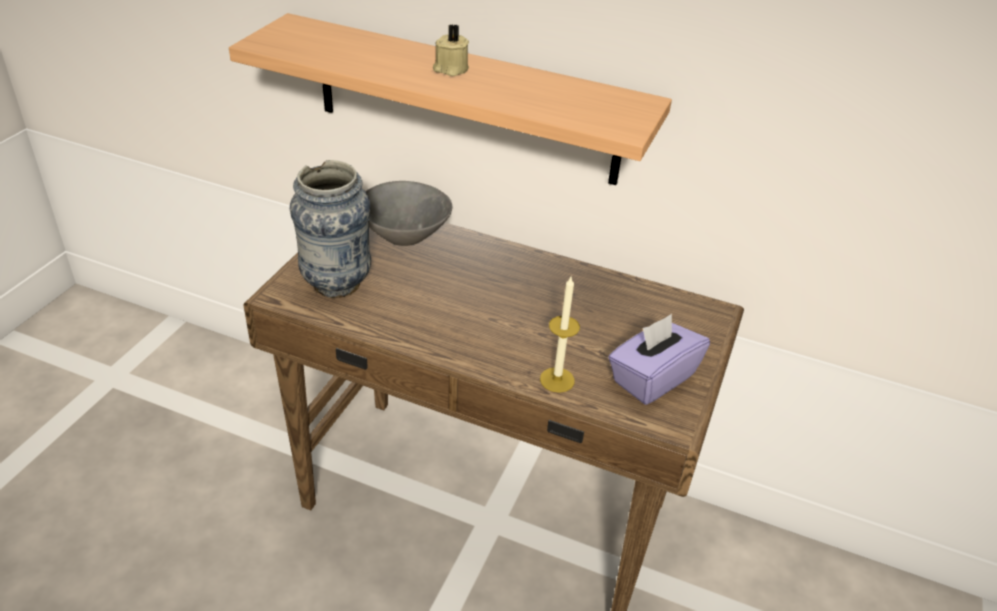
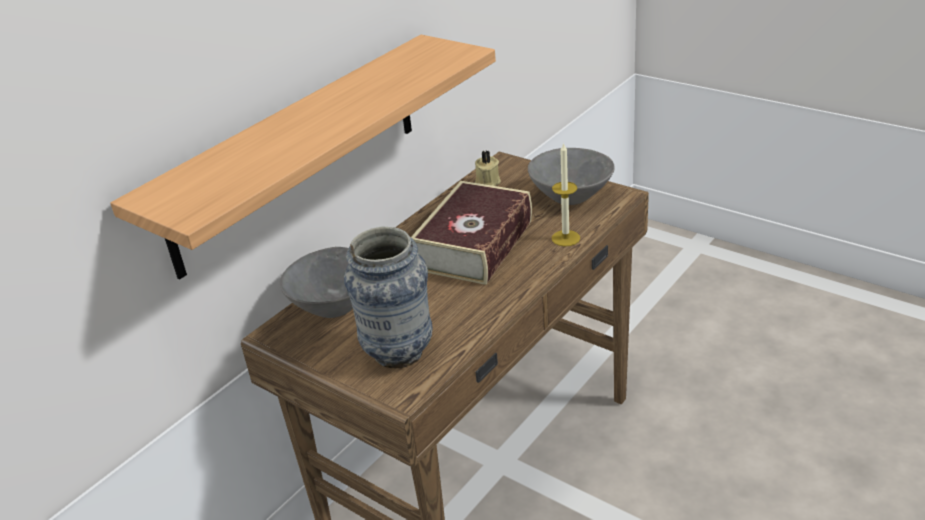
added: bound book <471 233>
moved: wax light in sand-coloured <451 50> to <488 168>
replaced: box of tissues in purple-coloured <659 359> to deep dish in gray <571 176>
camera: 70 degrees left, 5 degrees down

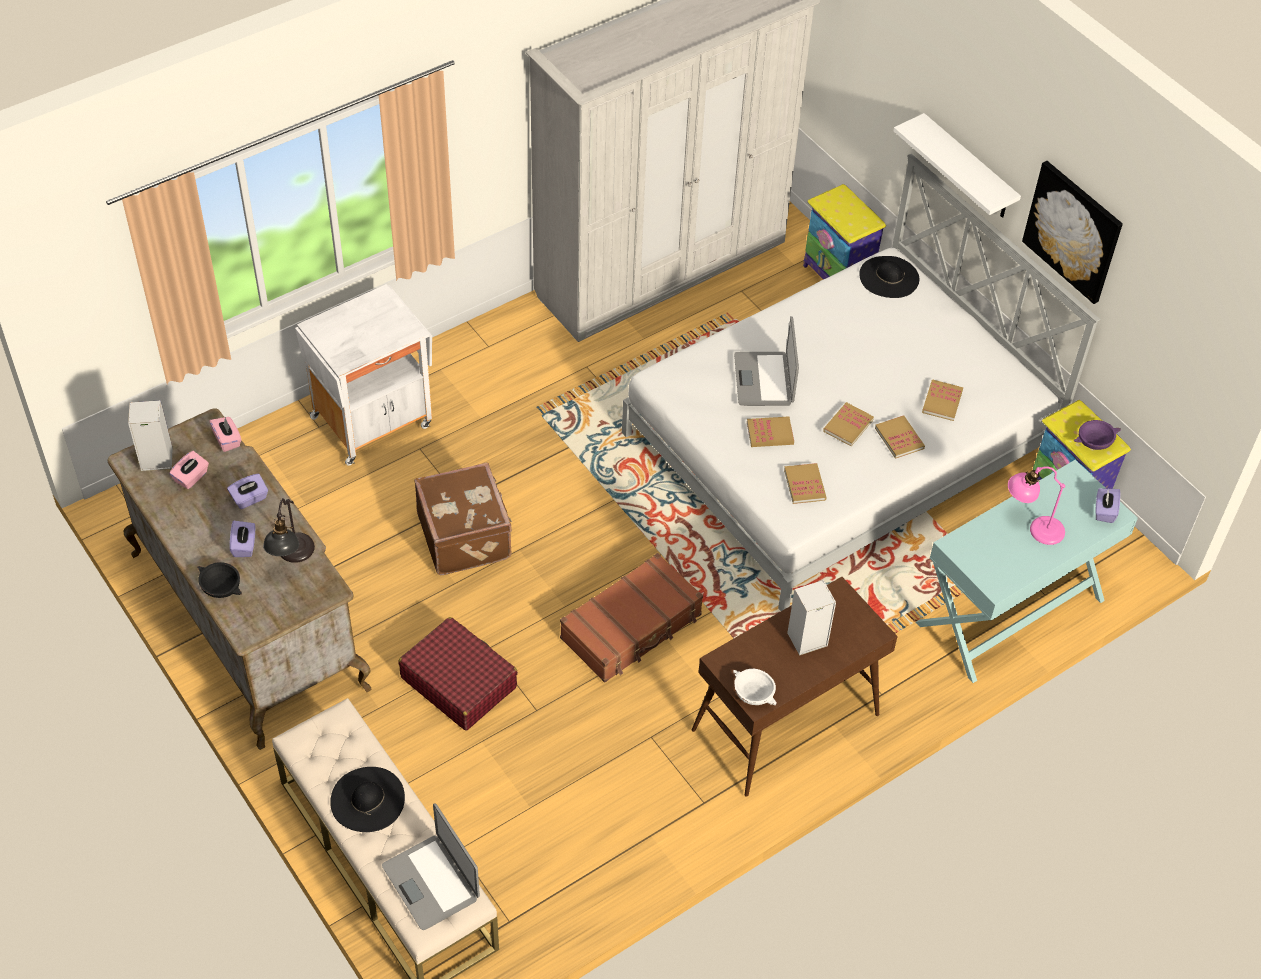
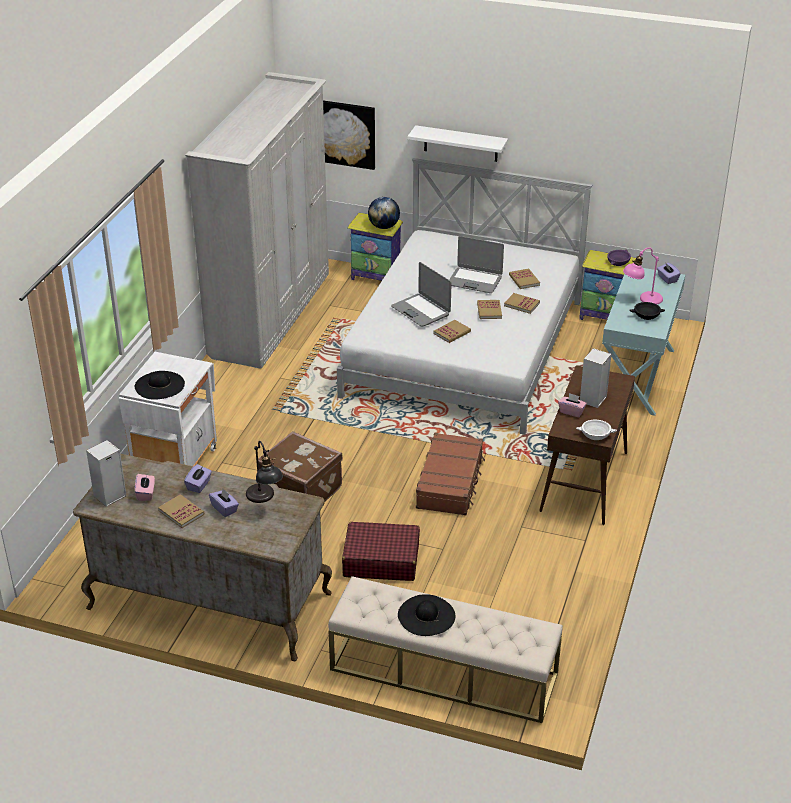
added: world globe <384 213>
moved: wearable hat in black <889 277> to <159 385>; bound book <805 483> to <181 511>; wall picture <1072 232> to <349 135>; notebook computer <431 866> to <476 264>; box of tissues in pink <225 434> to <572 405>; deep dish in black <219 580> to <647 311>
camera: 35 degrees left, 15 degrees down

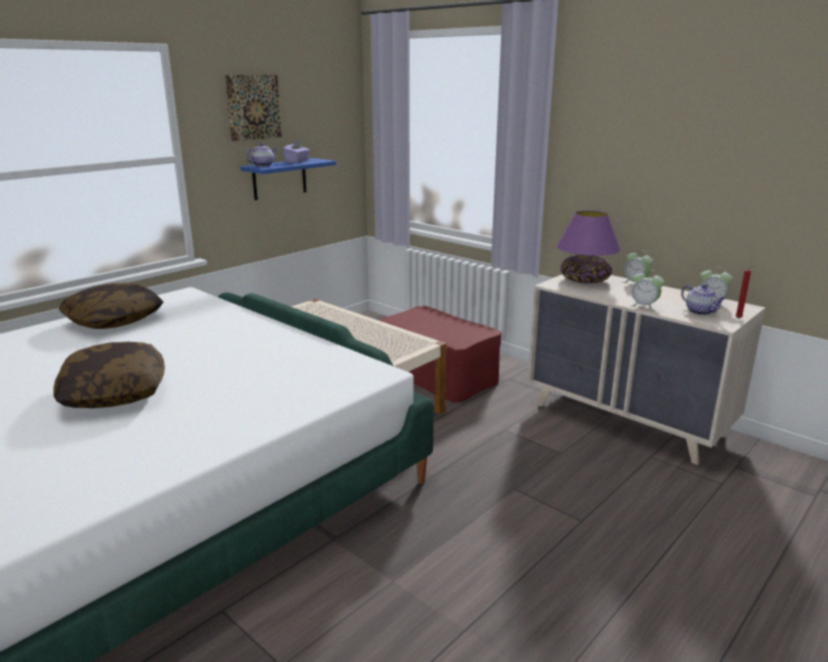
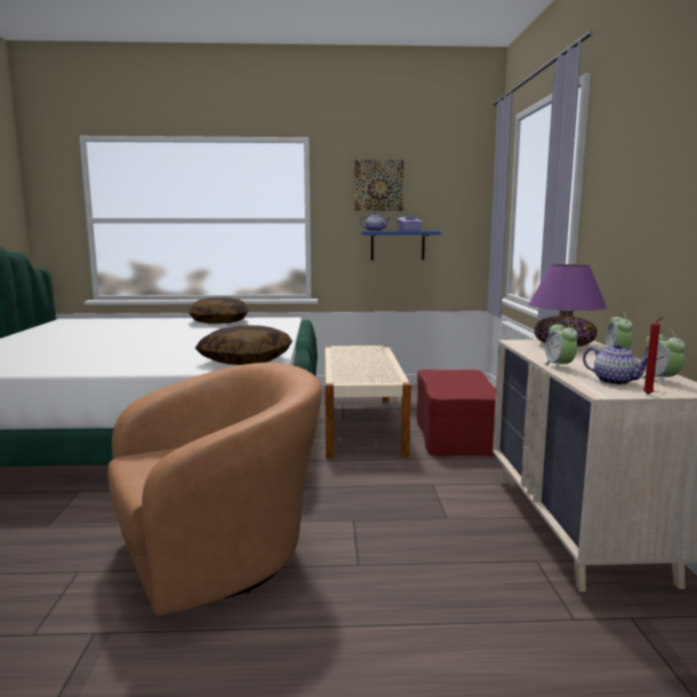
added: lounge chair in brown-coloured <215 489>
moved: pillow <109 375> to <244 345>
turned: pot for tea <703 299> = <615 364> 60 degrees counterclockwise
camera: 45 degrees right, 10 degrees down

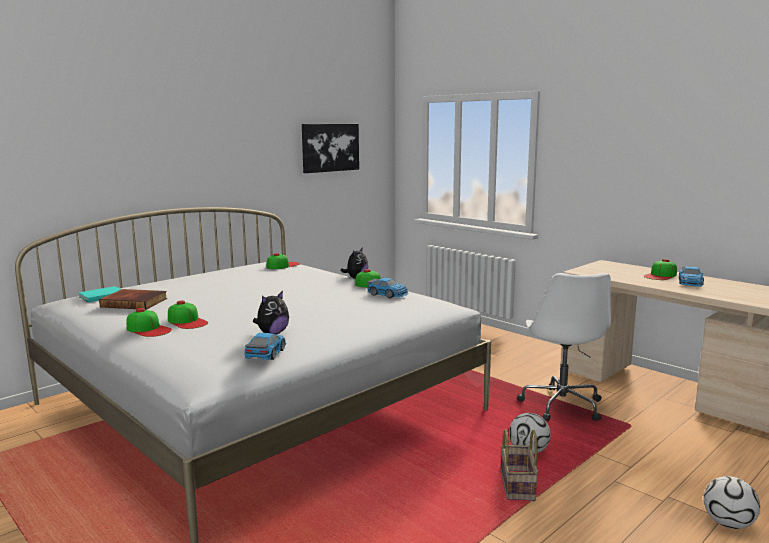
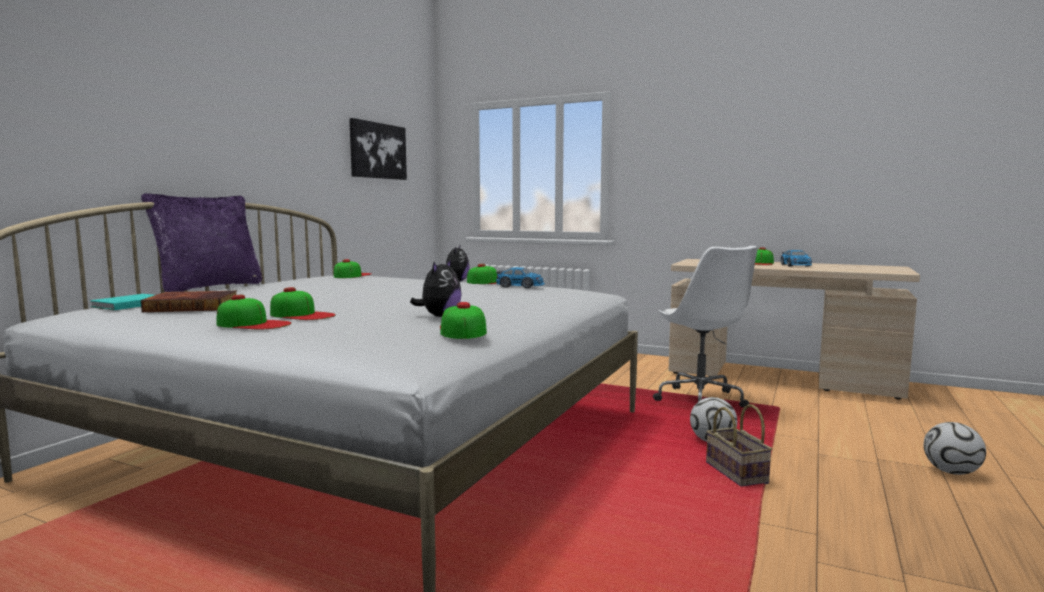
added: pillow in purple-coloured <201 242>
replaced: miniature car <265 346> to baseball cap <463 320>
camera: 20 degrees left, 5 degrees down

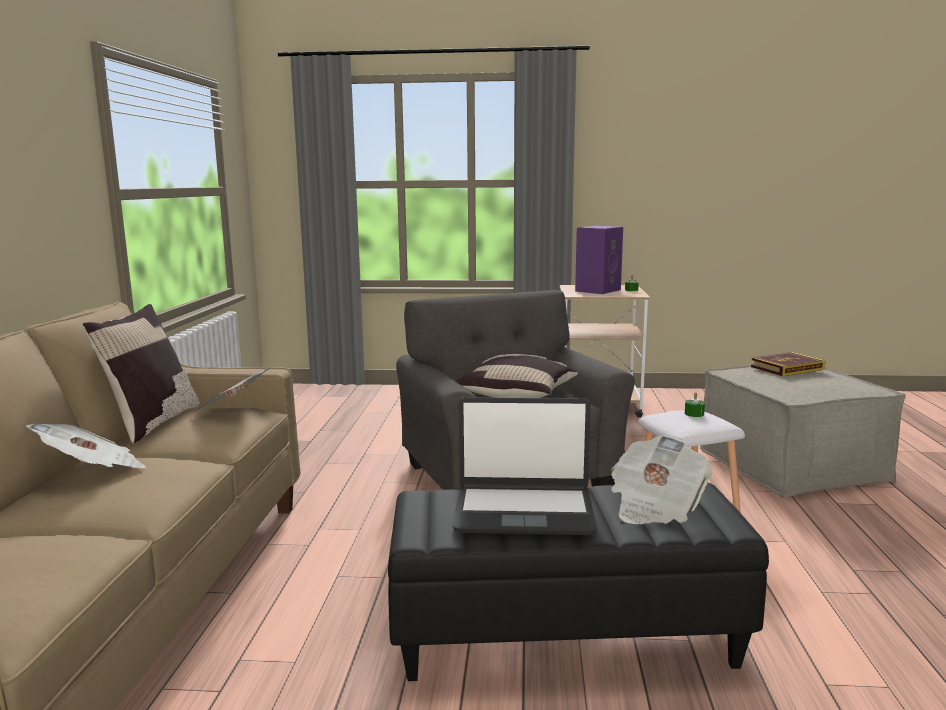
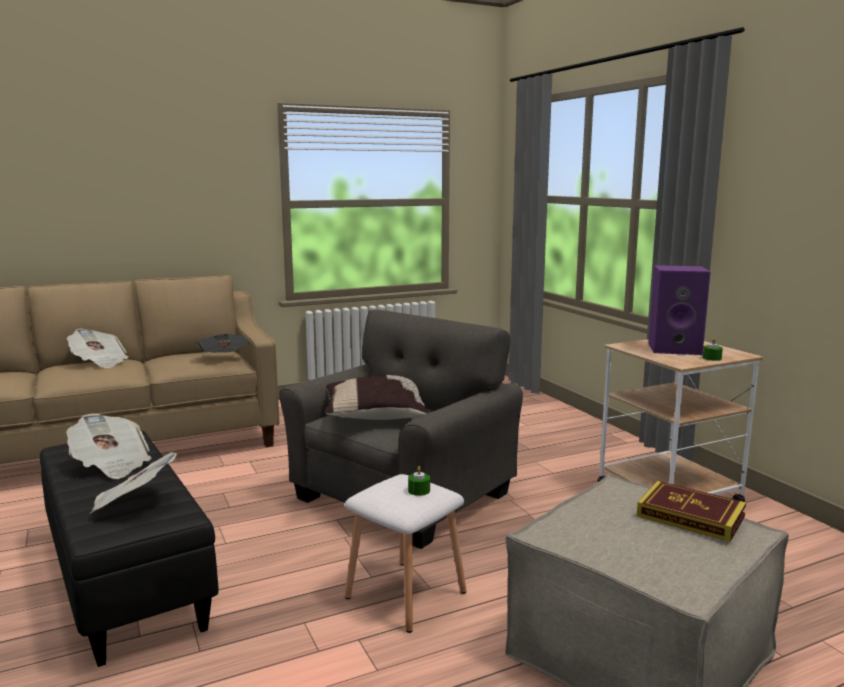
removed: pillow <140 373>
replaced: notebook computer <524 466> to newspaper <108 446>
camera: 60 degrees right, 0 degrees up

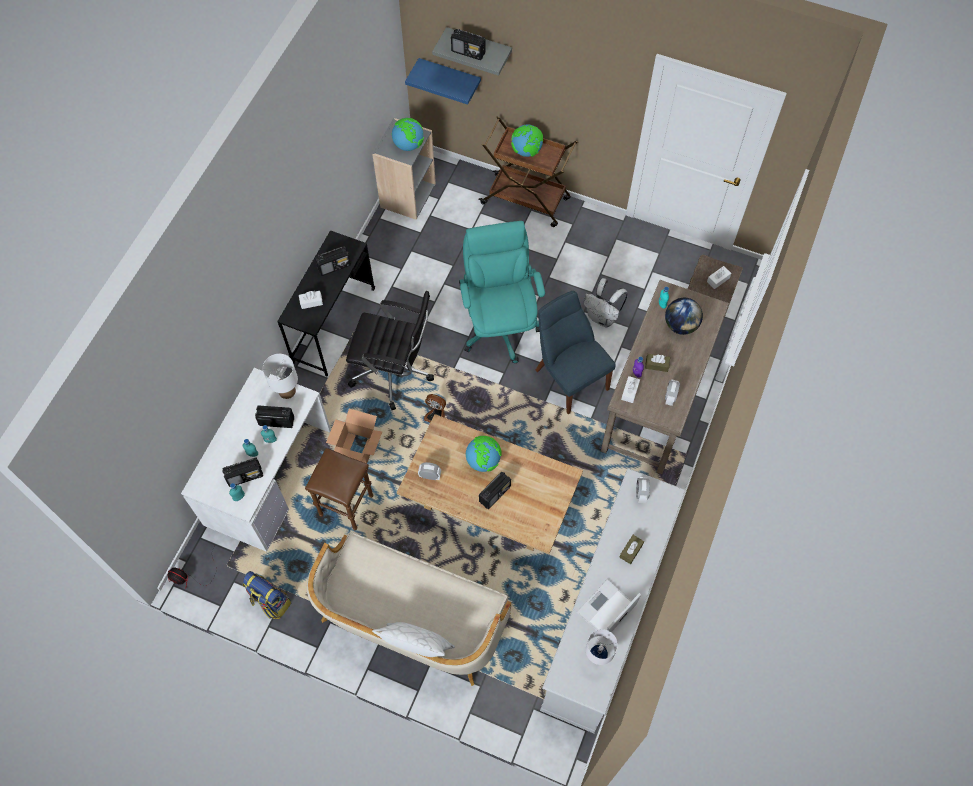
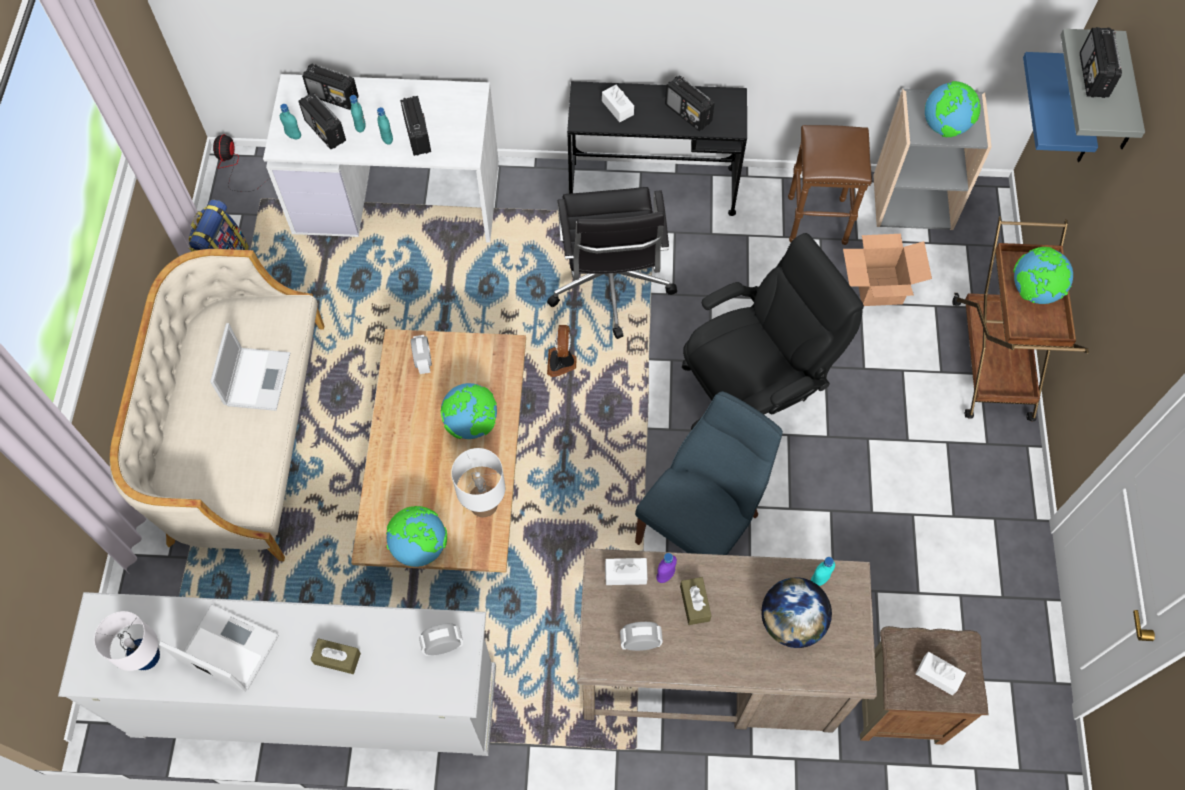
removed: pillow in white-coloured <413 639>; knapsack in white-coloured <605 302>
added: notebook computer <250 367>; world globe <416 536>
moved: radio <495 490> to <330 87>; lamp for a table in white-coloured <280 376> to <478 482>; sitting stool in brown-coloured <339 489> to <830 185>; packing box <354 436> to <887 270>
recoloured: desk chair in turquoise <502 292> to desk chair in black <773 331>
camera: 70 degrees right, 0 degrees up

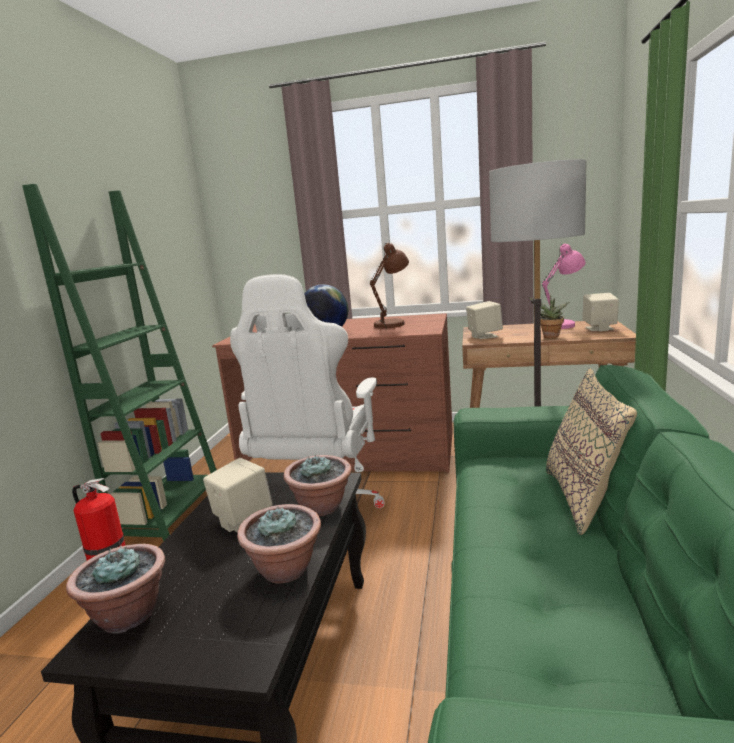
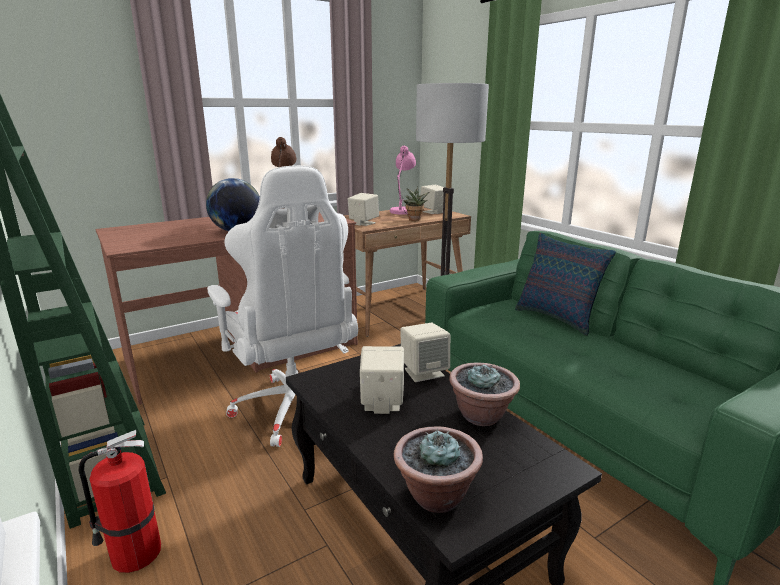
replaced: potted plant <317 485> to loudspeaker in sand-coloured <425 352>
recoloured: pillow in sand-coloured <591 451> to pillow in bluish <565 284>
camera: 45 degrees left, 5 degrees up

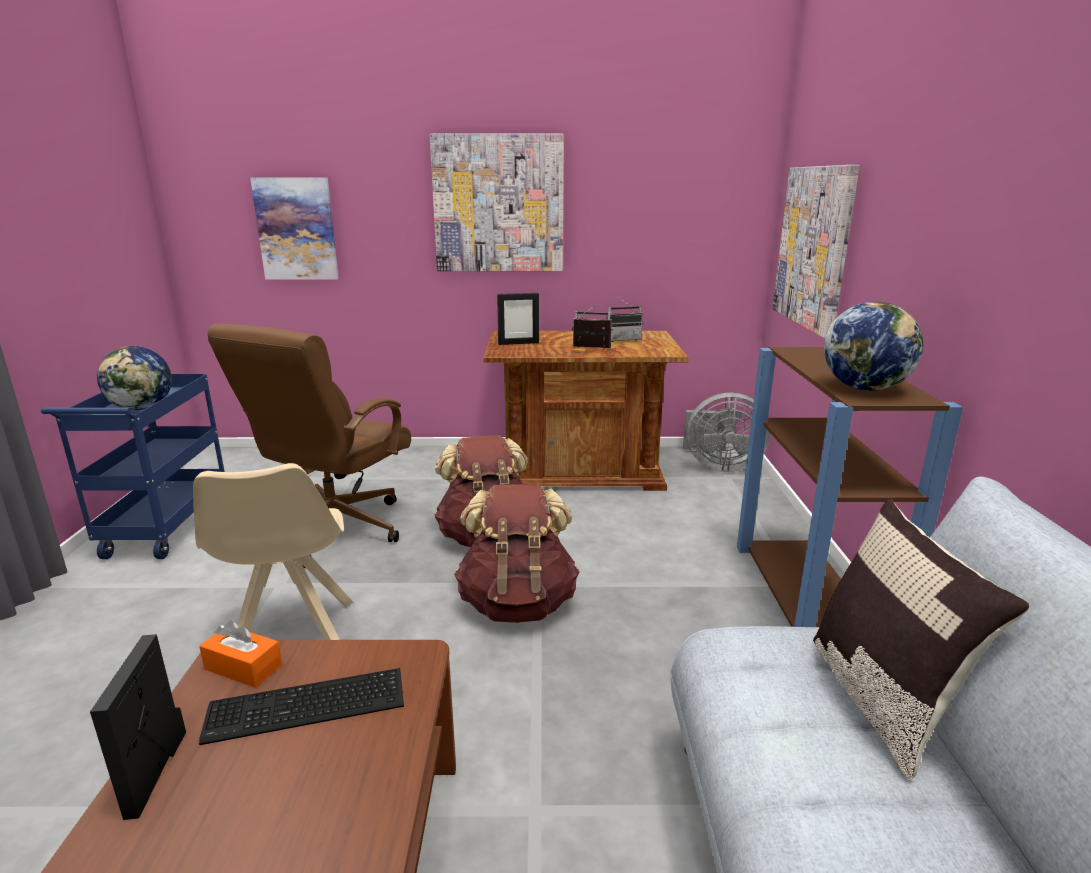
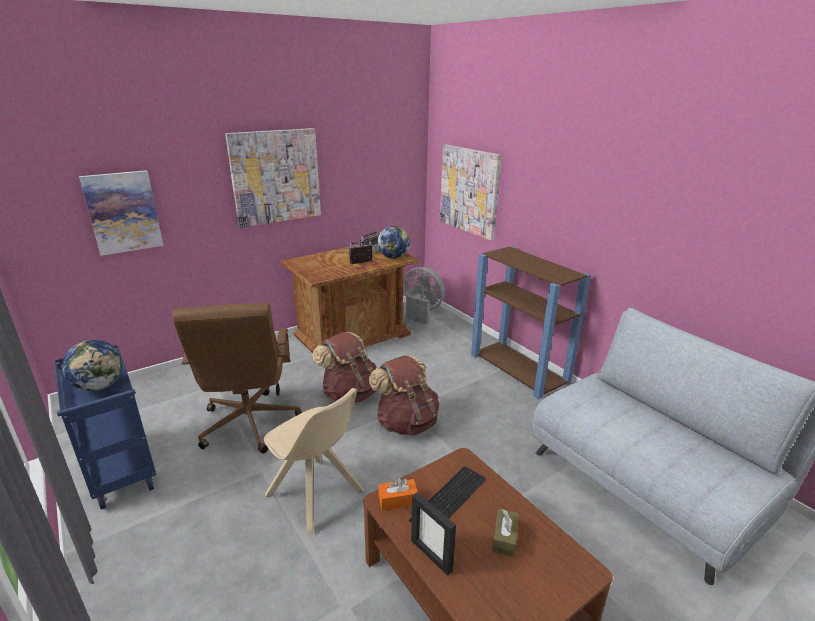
removed: picture frame <518 319>; pillow <921 639>
added: box of tissues in brown-coloured <505 533>
moved: world globe <873 346> to <393 242>
turned: cooling fan in gray <727 432> = <424 296> 120 degrees counterclockwise
camera: 35 degrees left, 5 degrees up

